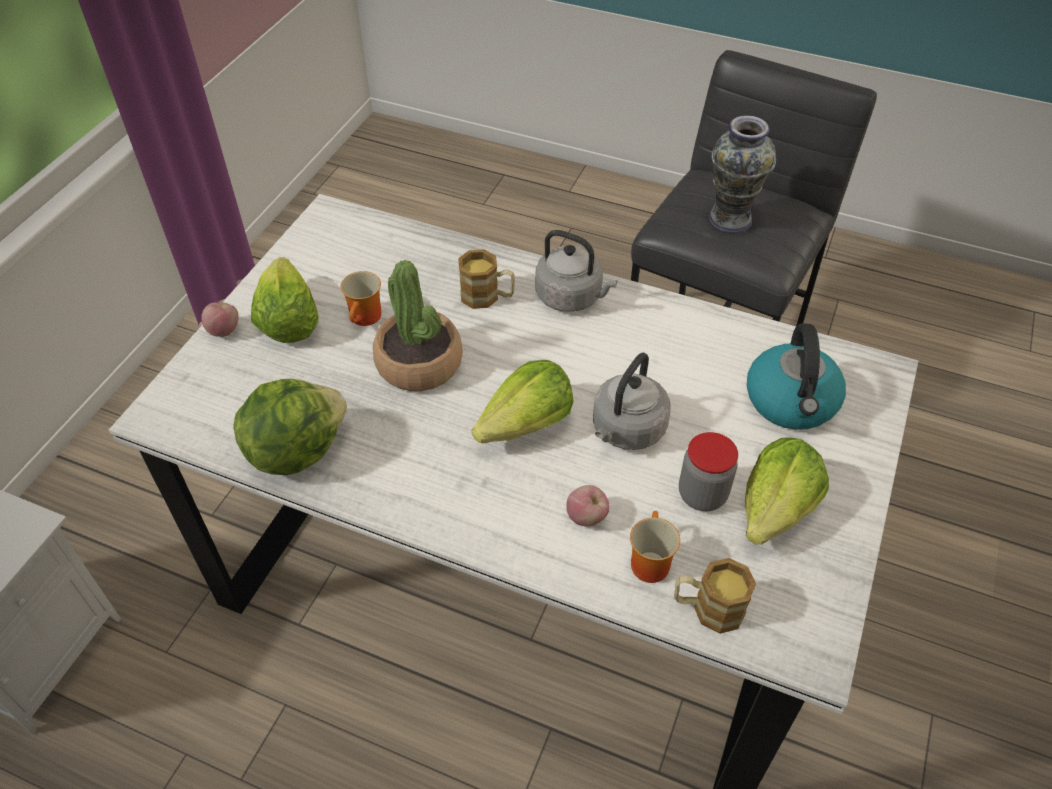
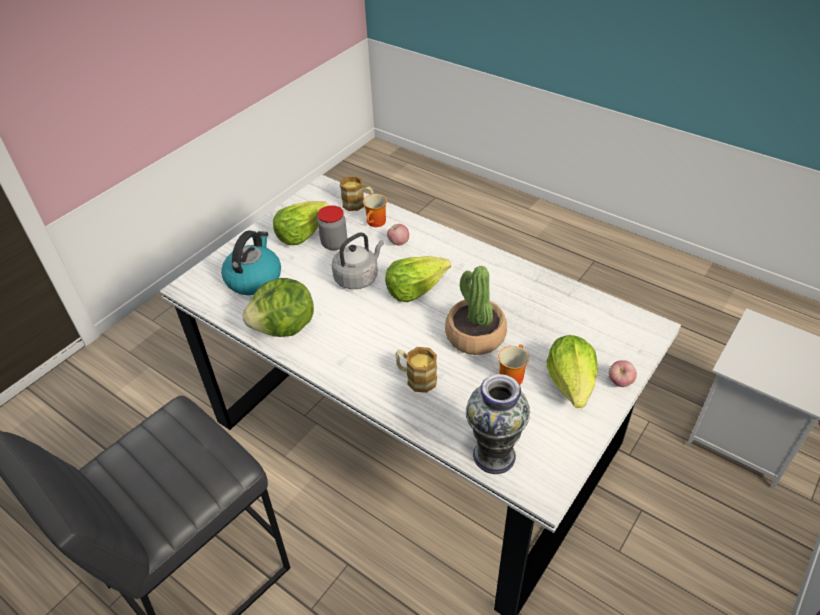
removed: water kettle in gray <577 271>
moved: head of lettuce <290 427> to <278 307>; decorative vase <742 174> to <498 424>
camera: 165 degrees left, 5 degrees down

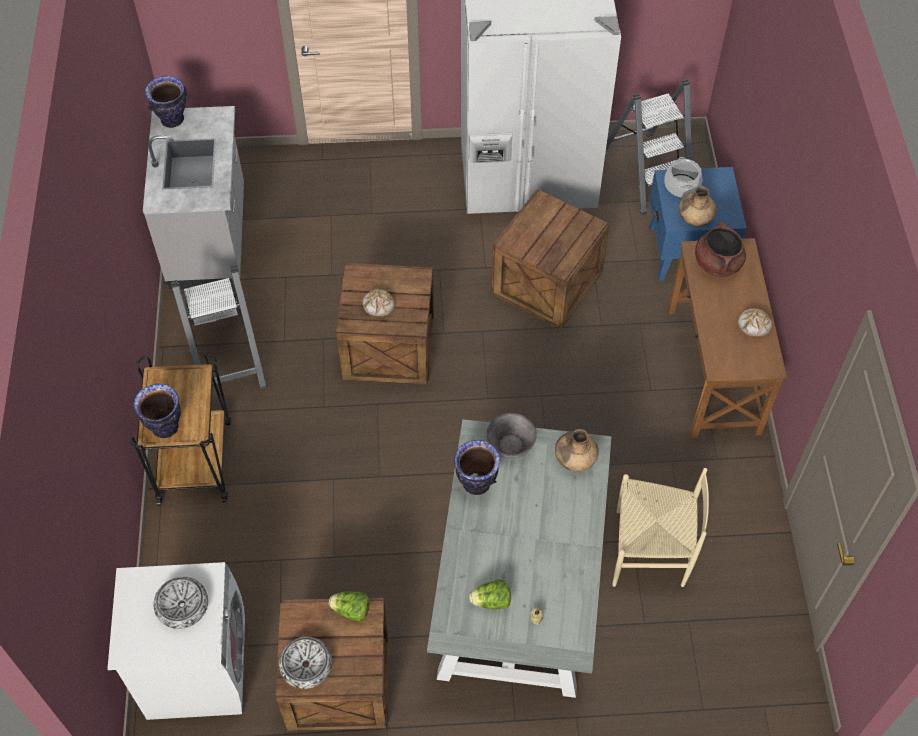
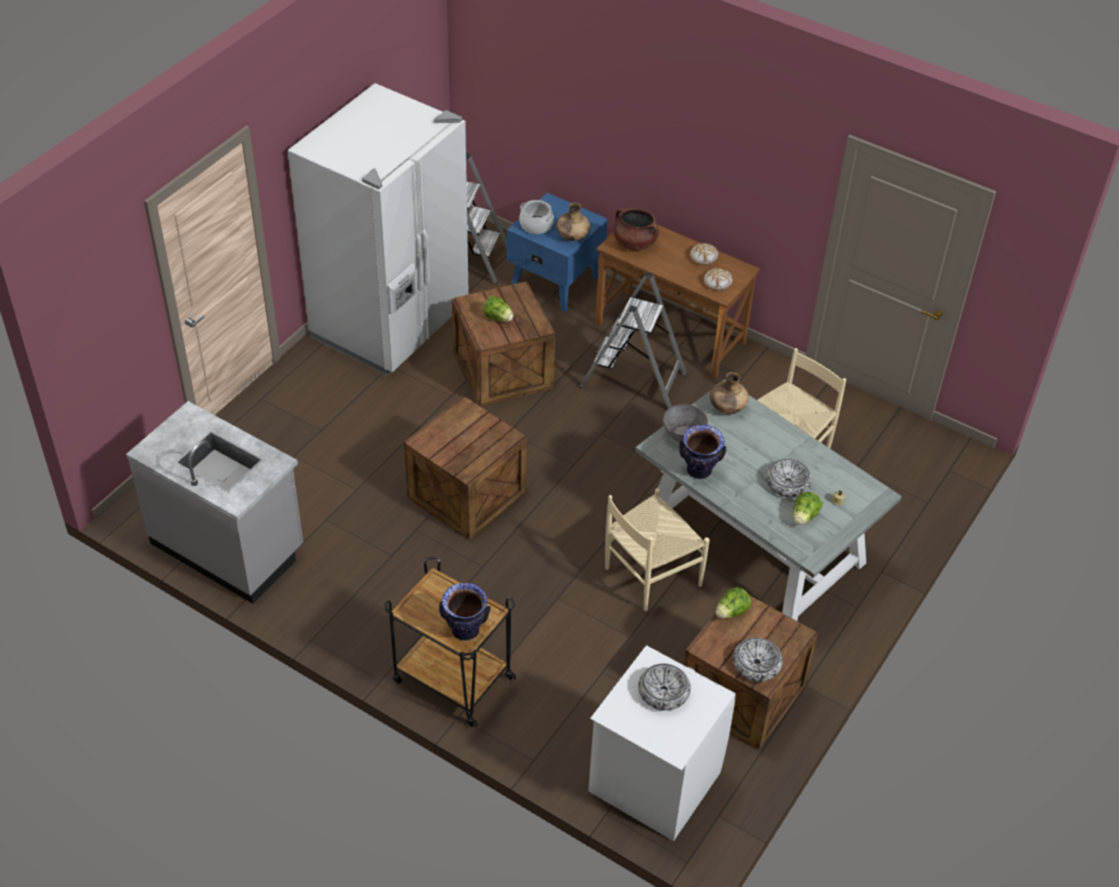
removed: decorative vase <166 102>
added: head of lettuce <498 309>; chair in sand-coloured <657 549>; deep dish <789 478>
moved: stepladder in gray <219 327> to <633 340>; bakery bread <378 302> to <718 279>
camera: 55 degrees left, 10 degrees down

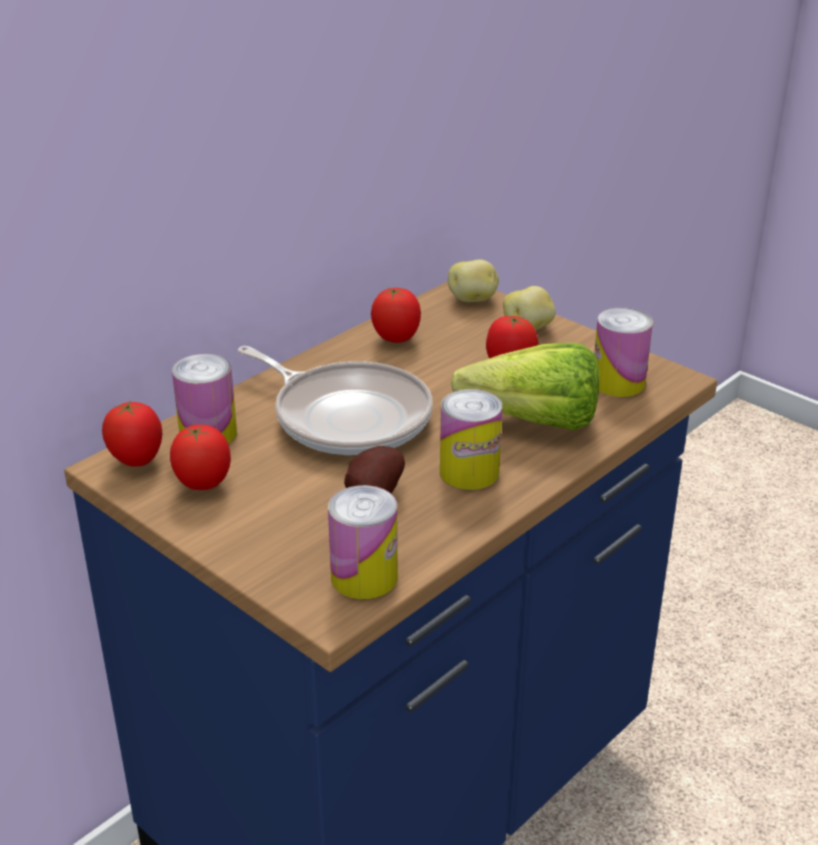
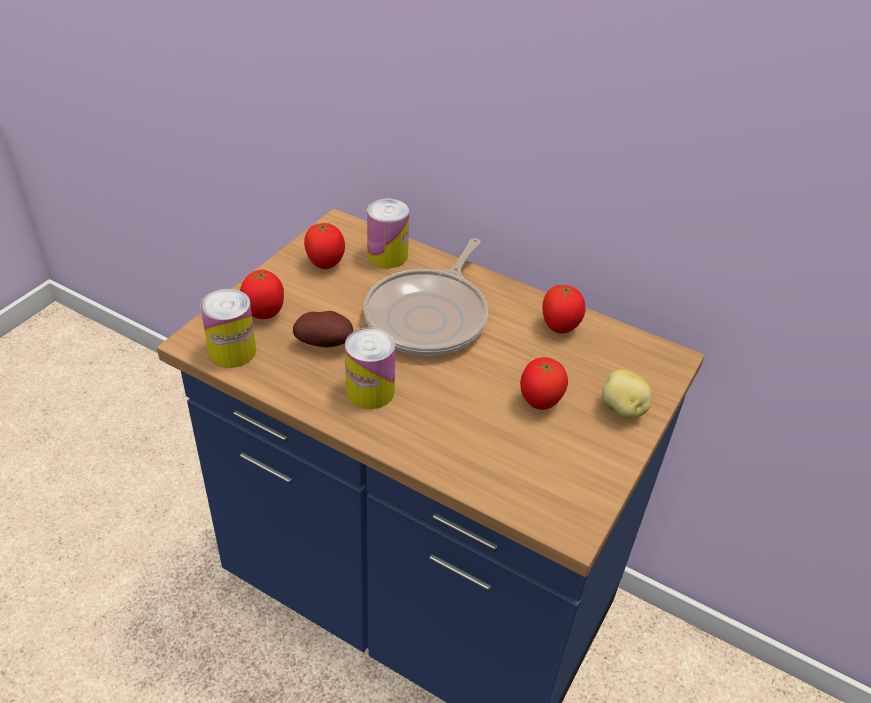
removed: potato <473 280>; head of lettuce <525 386>; sealed can <623 352>
moved: whole tomato <132 433> to <262 294>
camera: 75 degrees right, 10 degrees up

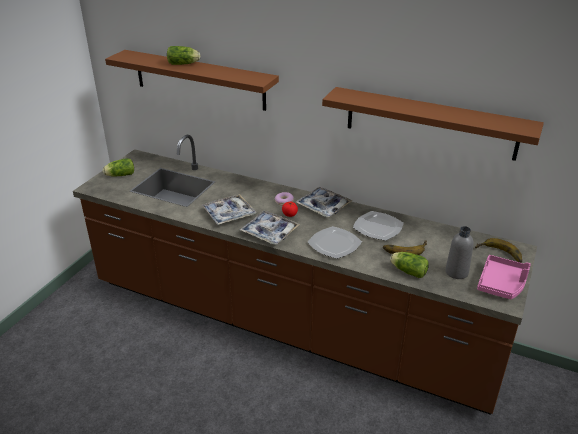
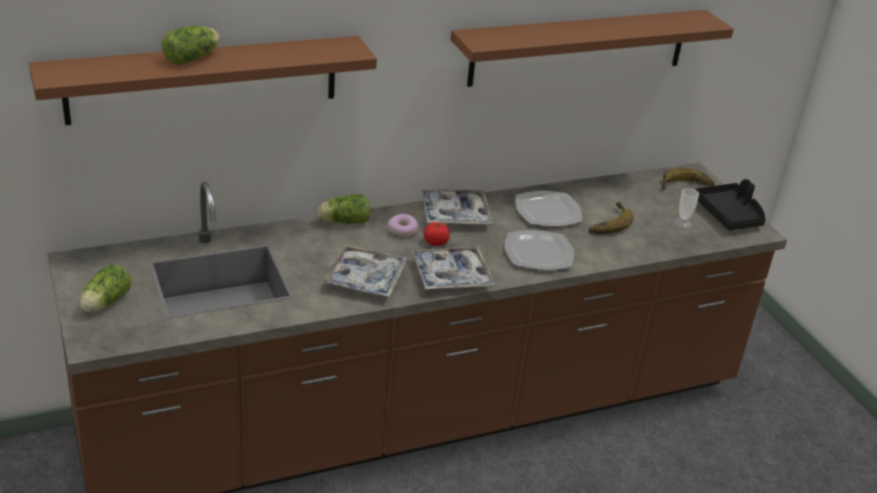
moved: head of lettuce <409 265> to <343 209>
replaced: bottle in gray <459 252> to cup <686 208>
recoloured: serving tray in pink <504 277> to serving tray in black <731 205>
camera: 50 degrees left, 0 degrees up

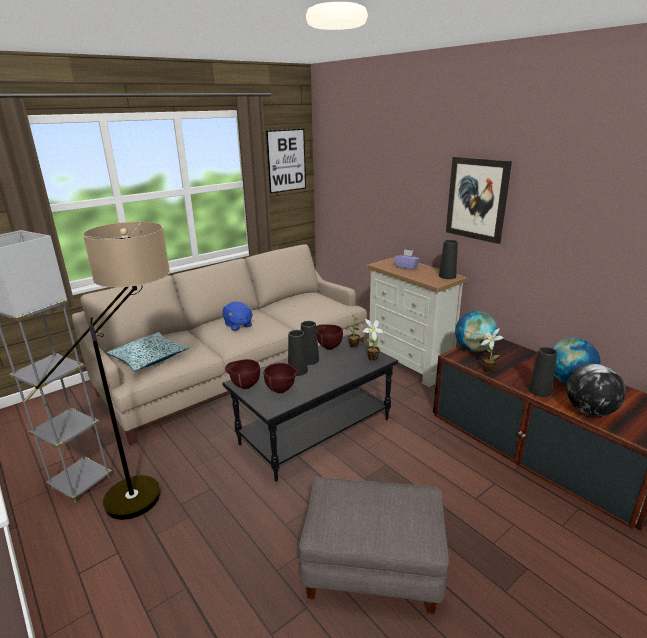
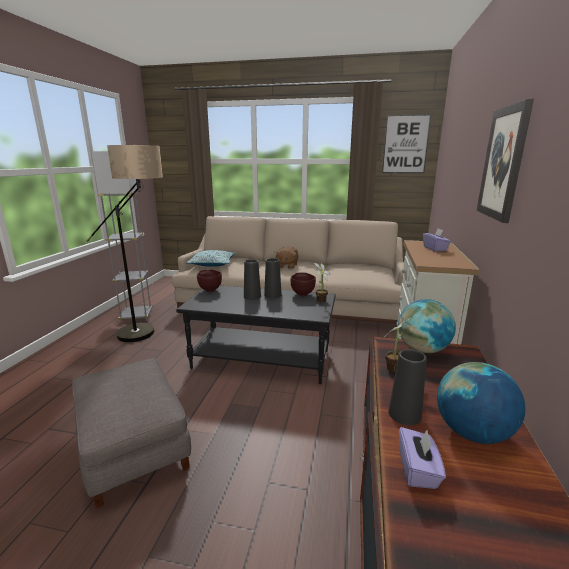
removed: deep dish in brown-coloured <281 378>; potted plant <374 340>; decorative vase in black <448 259>
replaced: world globe <596 390> to box of tissues in purple-coloured <422 458>
recoloured: cuddly toy in bluish <238 316> to cuddly toy in brown-coloured <287 257>
camera: 50 degrees right, 5 degrees down

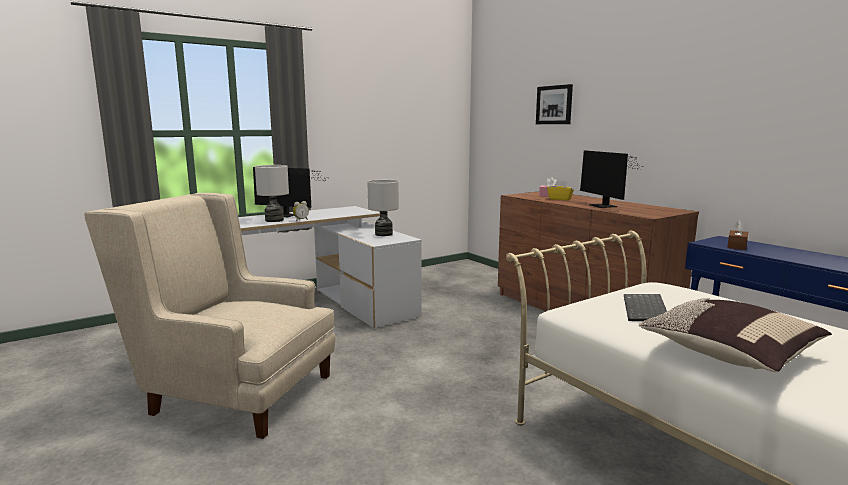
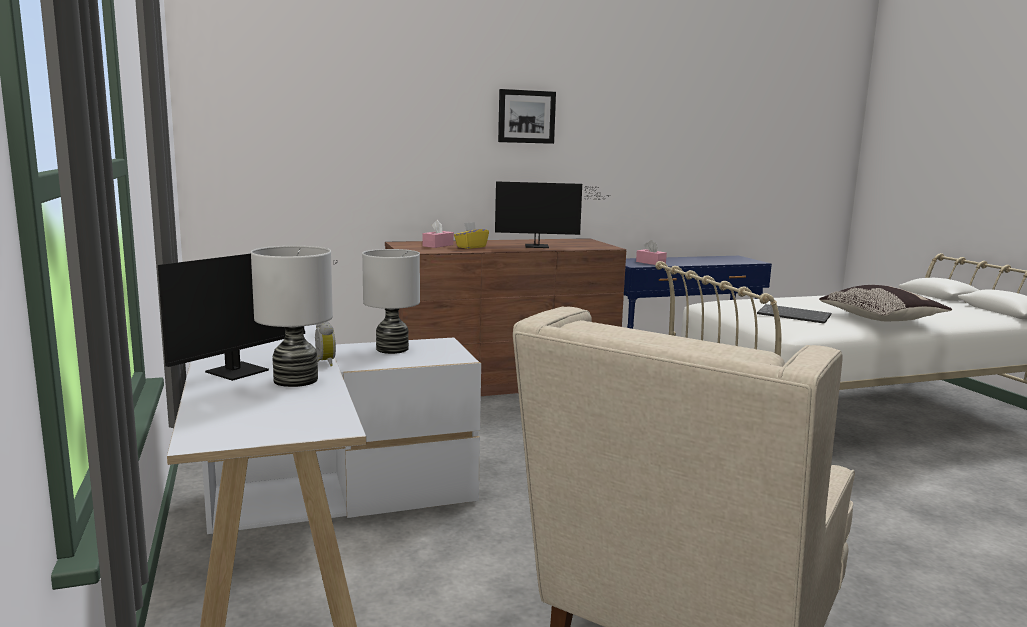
moved: wall picture <554 104> to <527 116>
recoloured: box of tissues in brown-coloured <737 235> to box of tissues in pink <651 252>
camera: 75 degrees left, 0 degrees up

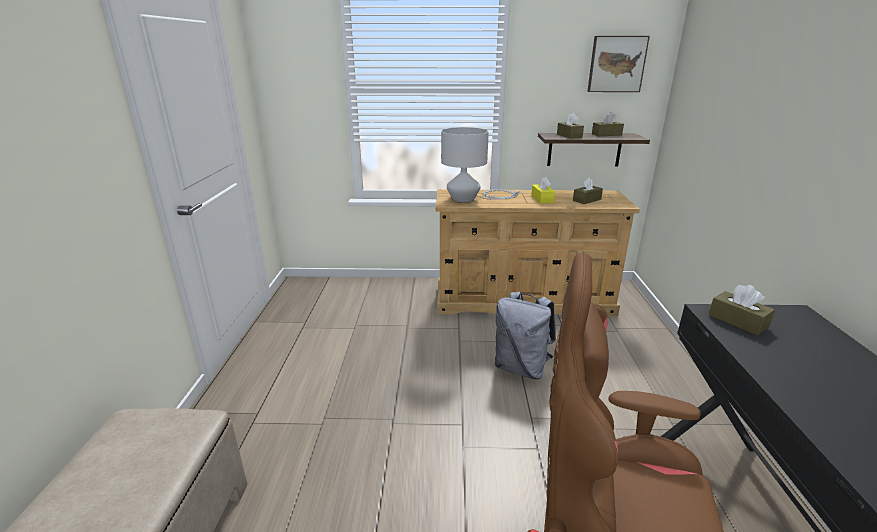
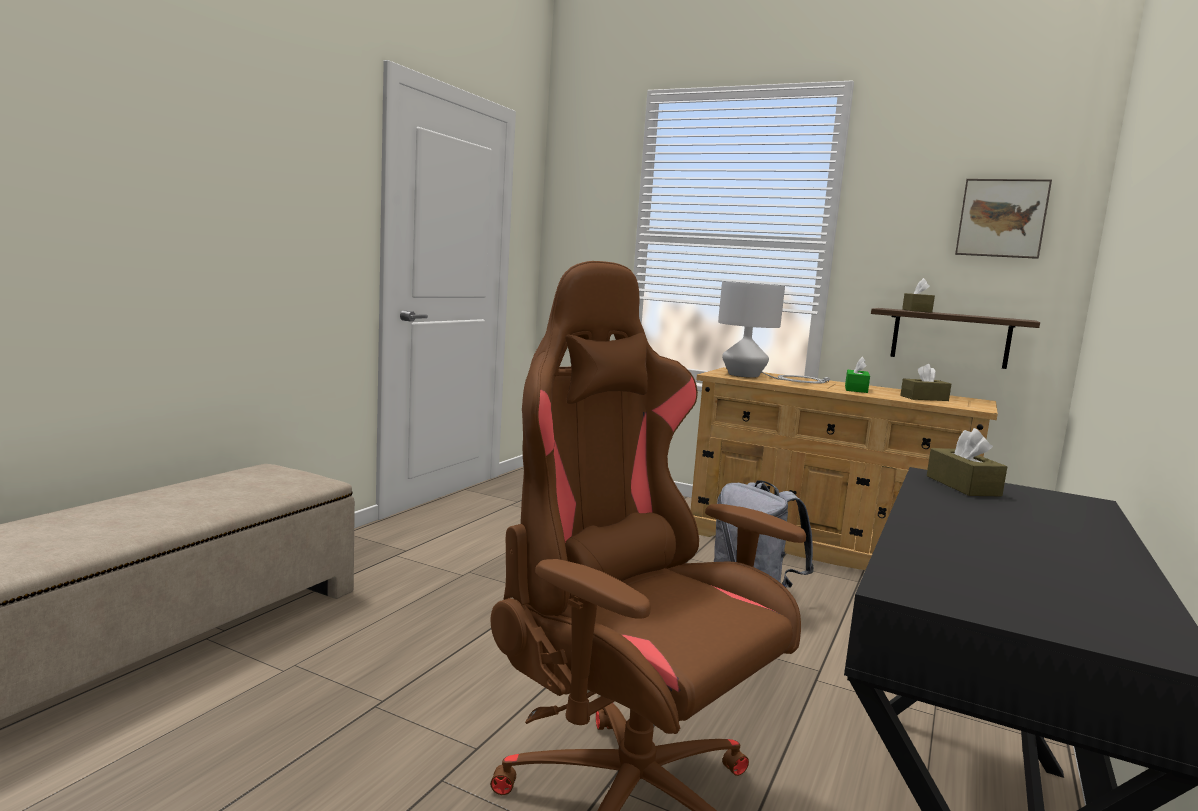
removed: box of tissues in brown-coloured <608 124>
recoloured: box of tissues in yellow-coloured <543 190> to box of tissues in green-coloured <857 375>
camera: 25 degrees right, 15 degrees down

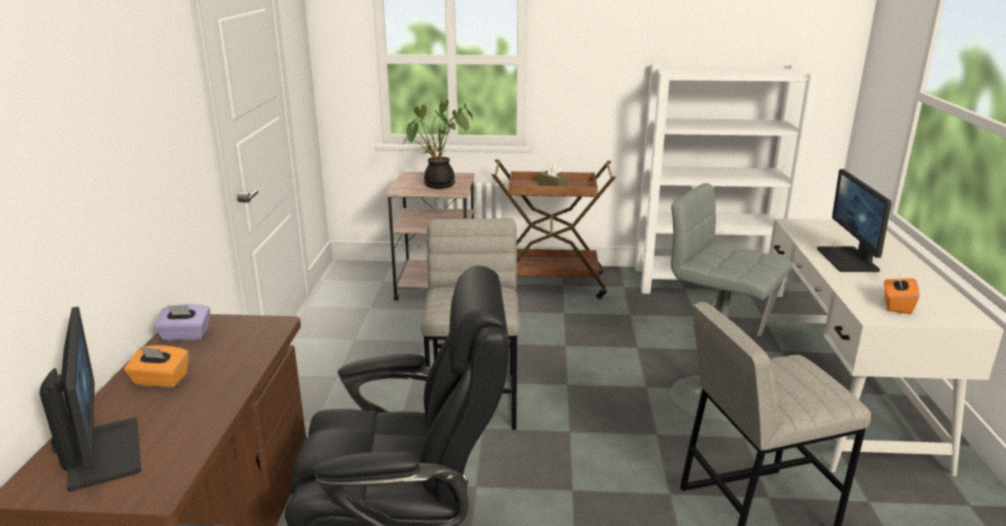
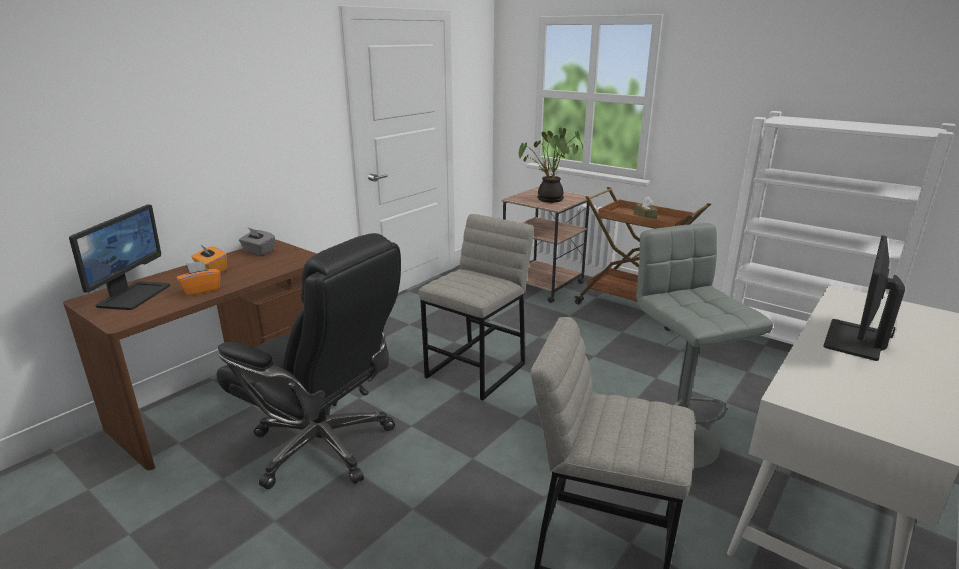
moved: box of tissues in orange <901 293> to <199 278>
recoloured: box of tissues in purple-coloured <182 322> to box of tissues in gray <257 241>
camera: 35 degrees right, 0 degrees up

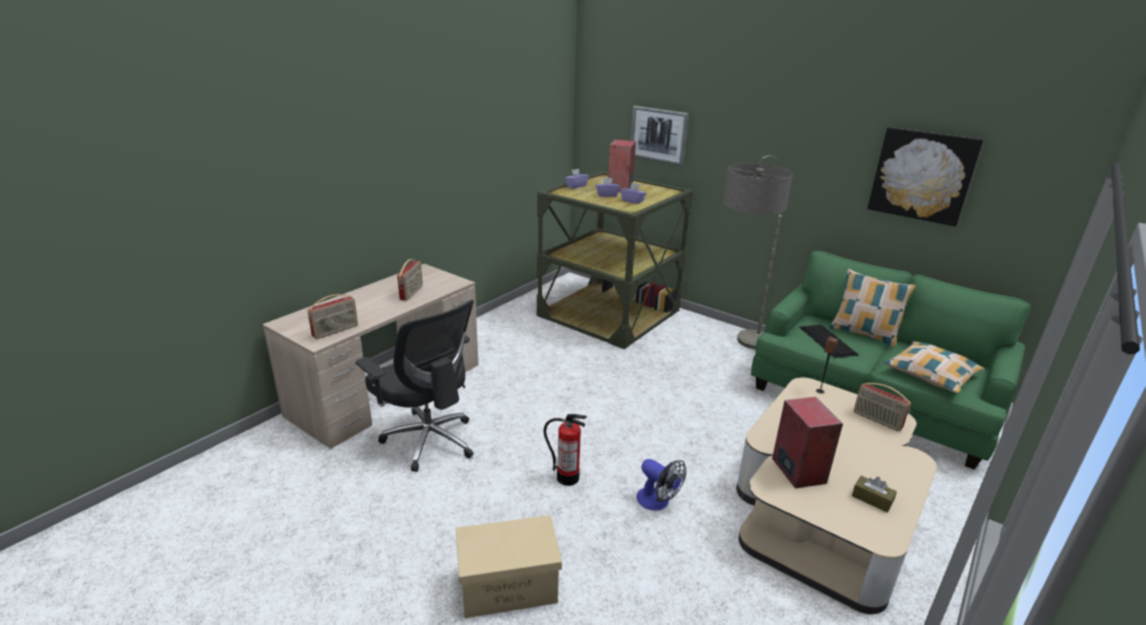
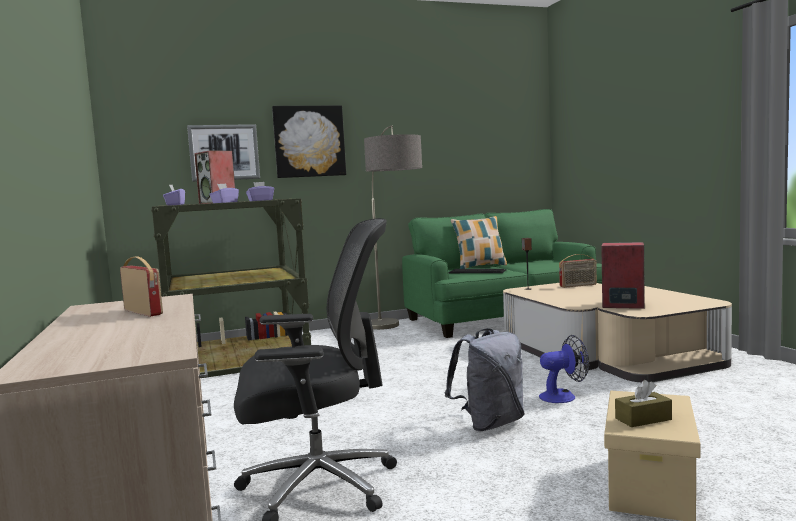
removed: radio <332 316>; pillow <934 367>
moved: wall picture <925 176> to <309 142>; box of tissues in brown-coloured <874 494> to <643 403>
replaced: fire-fighting cylinder <565 450> to knapsack in gray <484 379>
camera: 55 degrees left, 20 degrees down

